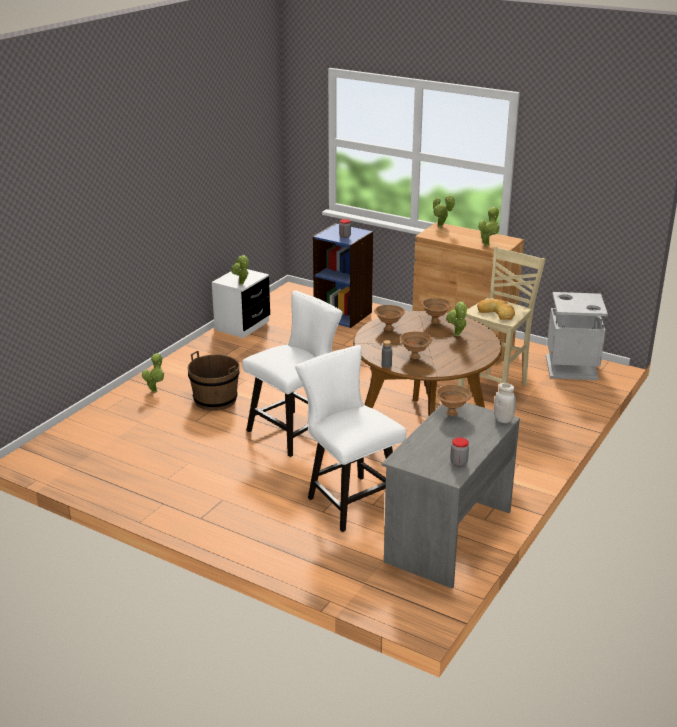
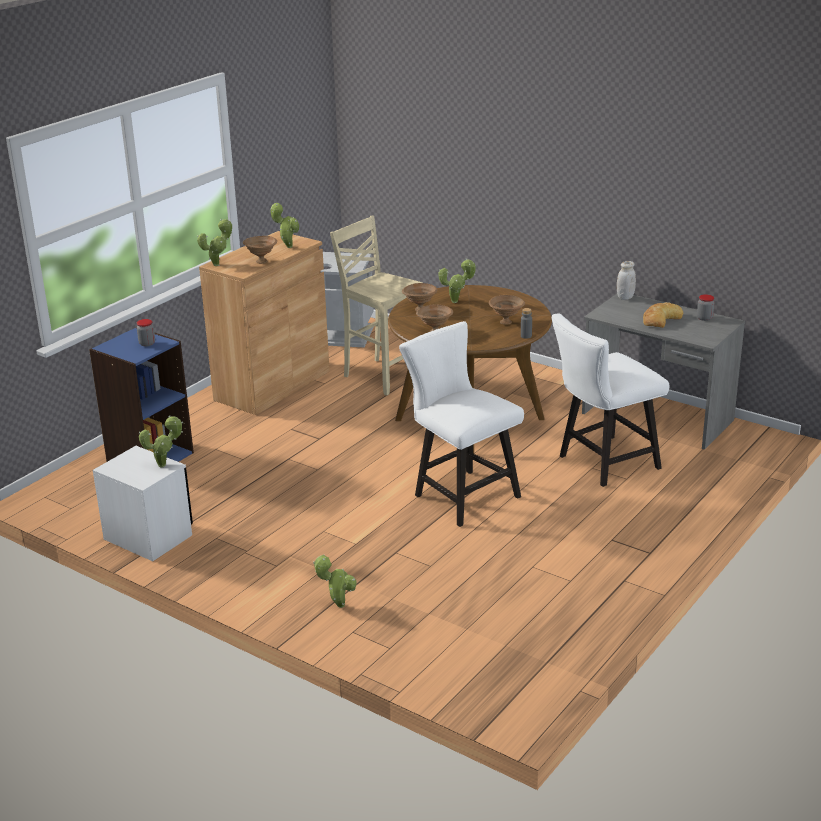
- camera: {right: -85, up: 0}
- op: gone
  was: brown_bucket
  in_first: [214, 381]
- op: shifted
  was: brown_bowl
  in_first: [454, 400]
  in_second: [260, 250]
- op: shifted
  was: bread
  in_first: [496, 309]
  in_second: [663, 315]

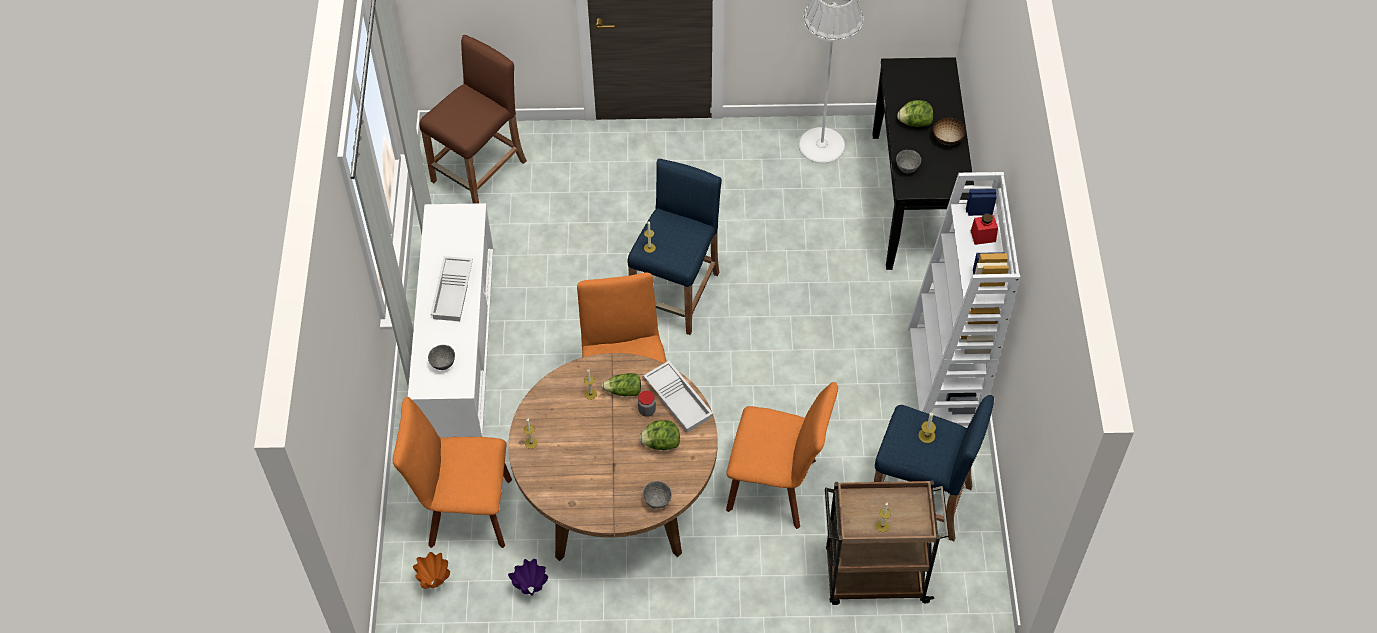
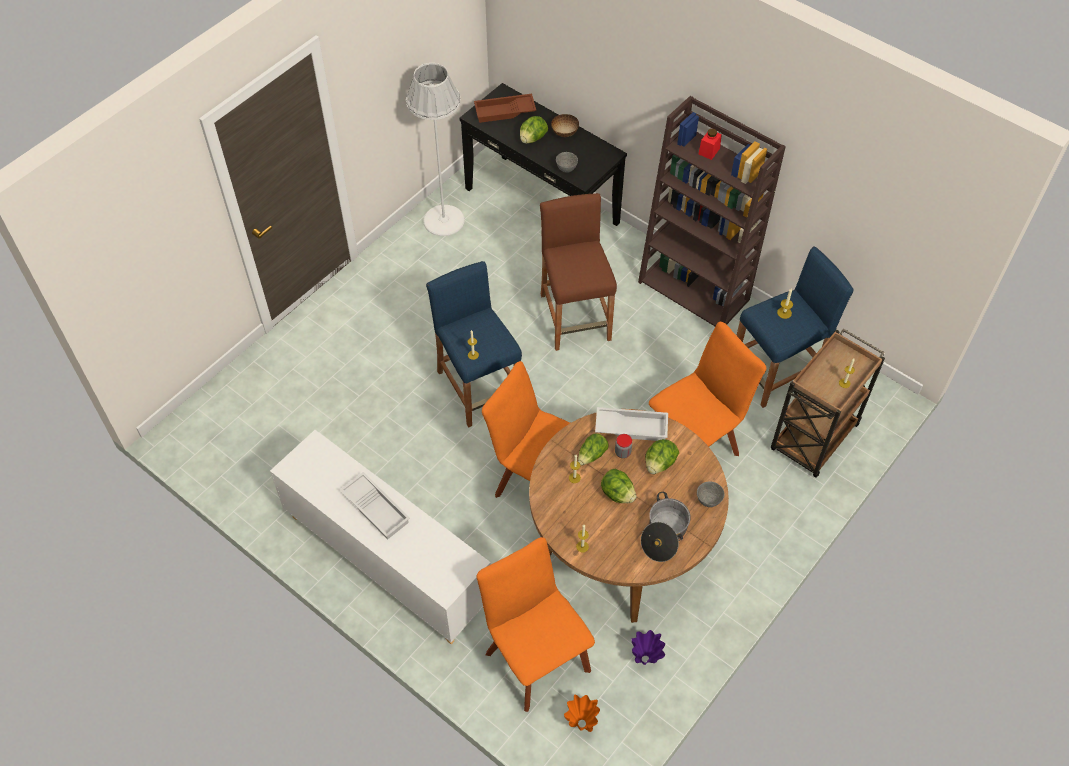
- camera: {right: -50, up: 0}
- op: gone
  was: grey_bowl
  in_first: [441, 357]
- op: new
  now: brown_tray
  in_second: [505, 108]
- op: new
  now: lettuce
  in_second: [618, 486]
- op: new
  now: cooking_pot
  in_second: [666, 527]
- op: shifted
  was: brown_stool
  in_first: [473, 119]
  in_second: [578, 272]
- op: repainted
  was: white_bookcase
  now: brown_bookcase
  in_first: [964, 299]
  in_second: [712, 211]
- op: rotated
  was: orange_chair
  in_first: [452, 472]
  in_second: [536, 624]
  clockwise: 105

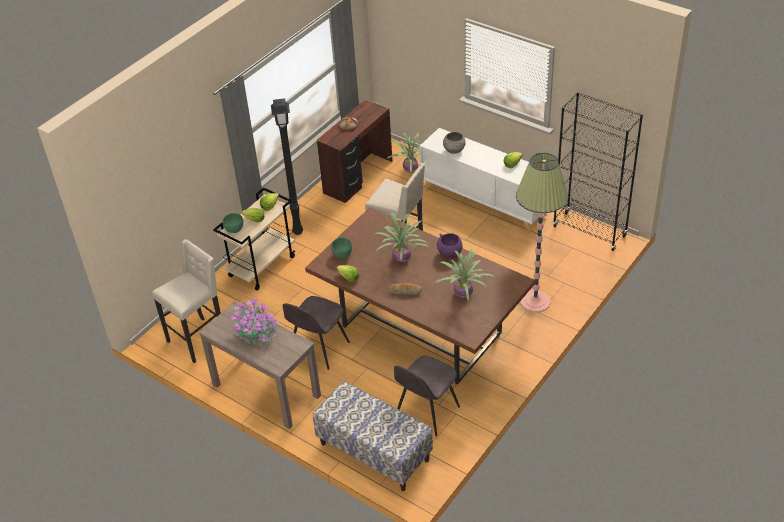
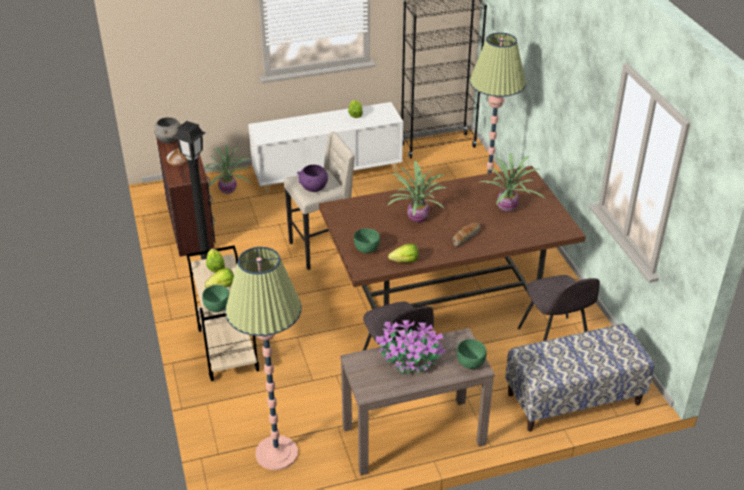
- camera: {right: -55, up: -5}
- op: new
  now: green_bowl
  in_second: [472, 354]
- op: shifted
  was: purple_bowl
  in_first: [449, 245]
  in_second: [312, 178]
- op: shifted
  was: grey_bowl
  in_first: [454, 143]
  in_second: [167, 130]
- op: swapped
  was: beige_stool
  now: floor_lamp
  in_first: [186, 301]
  in_second: [263, 358]

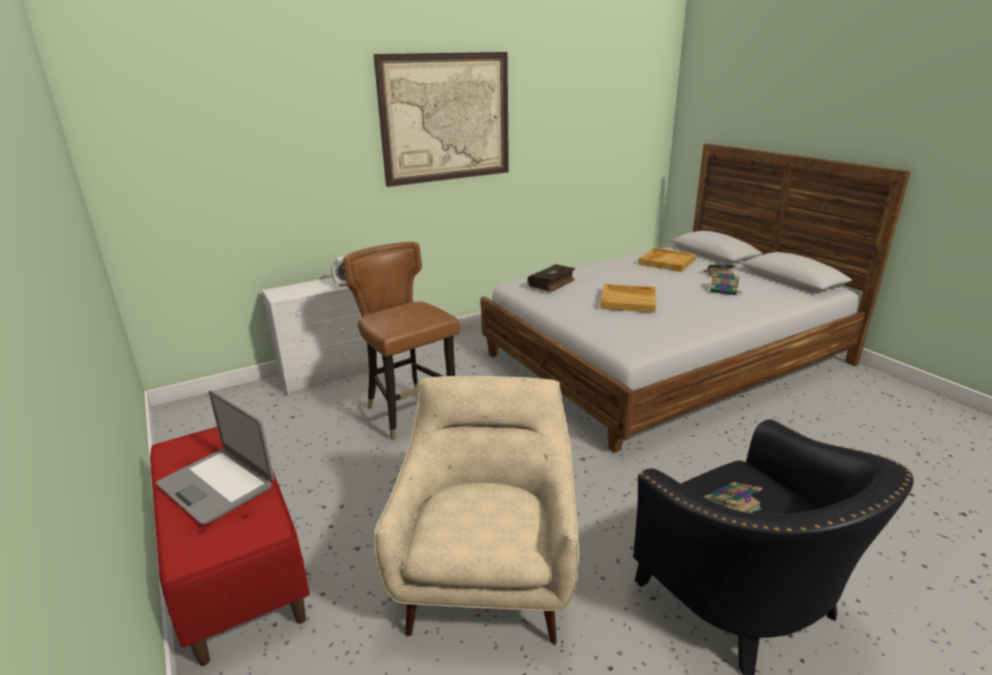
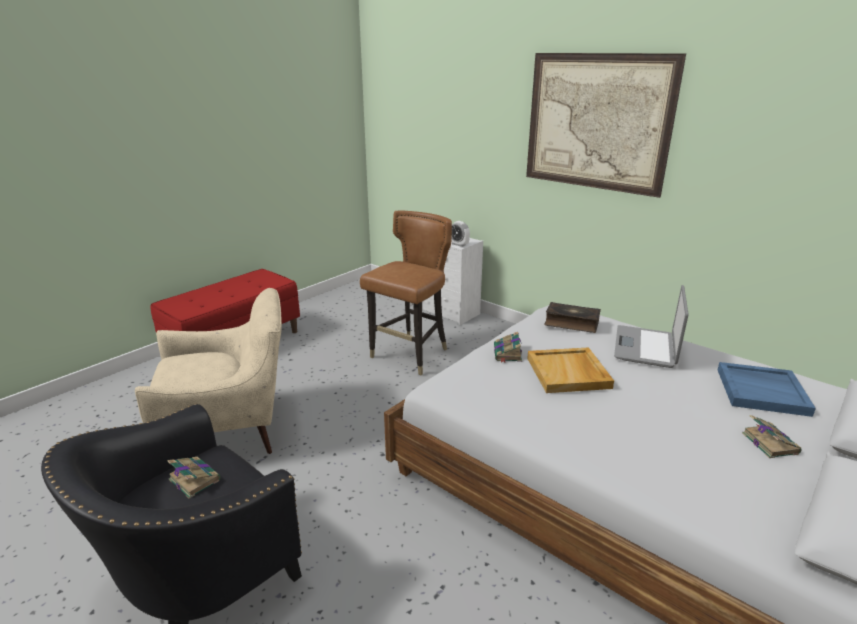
- camera: {right: 70, up: 0}
- op: shifted
  was: laptop
  in_first: [215, 457]
  in_second: [651, 326]
- op: shifted
  was: book
  in_first: [726, 284]
  in_second: [508, 347]
- op: repainted
  was: beige_tray
  now: blue_tray
  in_first: [667, 260]
  in_second: [767, 389]

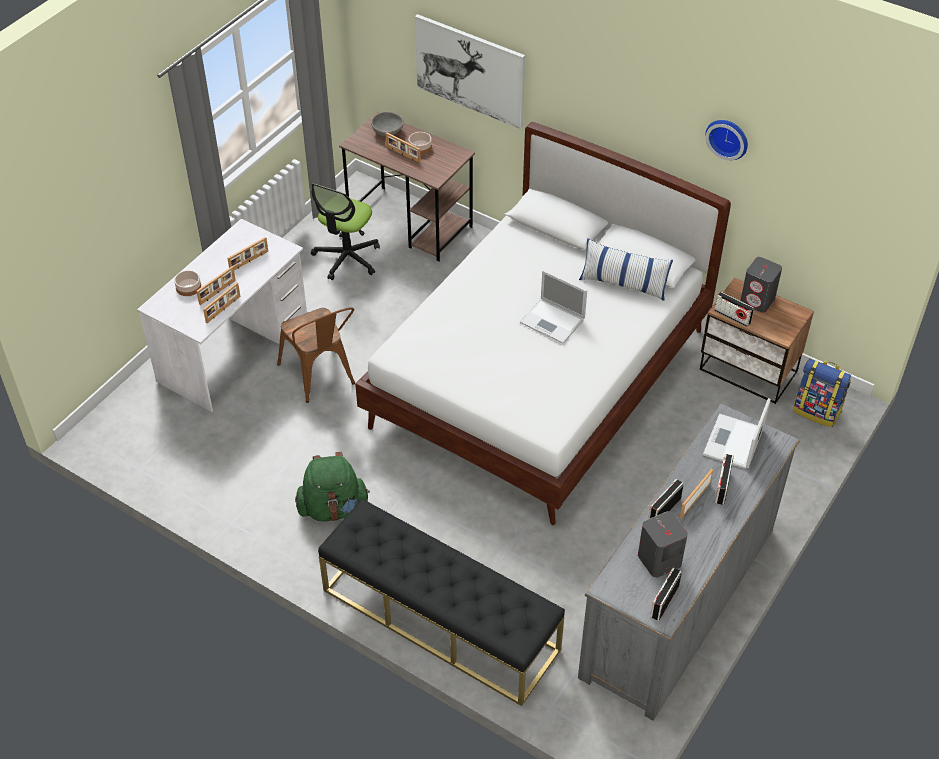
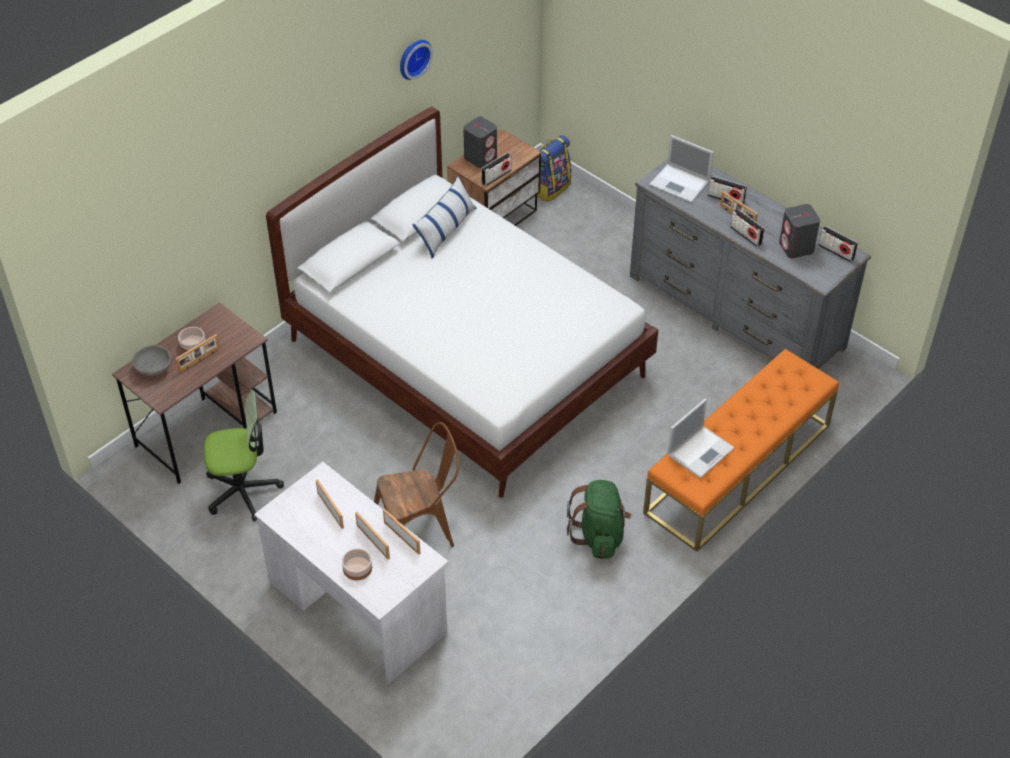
- camera: {right: -80, up: 0}
- op: gone
  was: picture
  in_first: [470, 71]
- op: shifted
  was: laptop
  in_first: [553, 307]
  in_second: [701, 438]
- op: repainted
  was: black_bench
  now: orange_bench
  in_first: [441, 602]
  in_second: [741, 450]
- op: rotated
  was: office_chair
  in_first: [345, 231]
  in_second: [244, 456]
  clockwise: -45

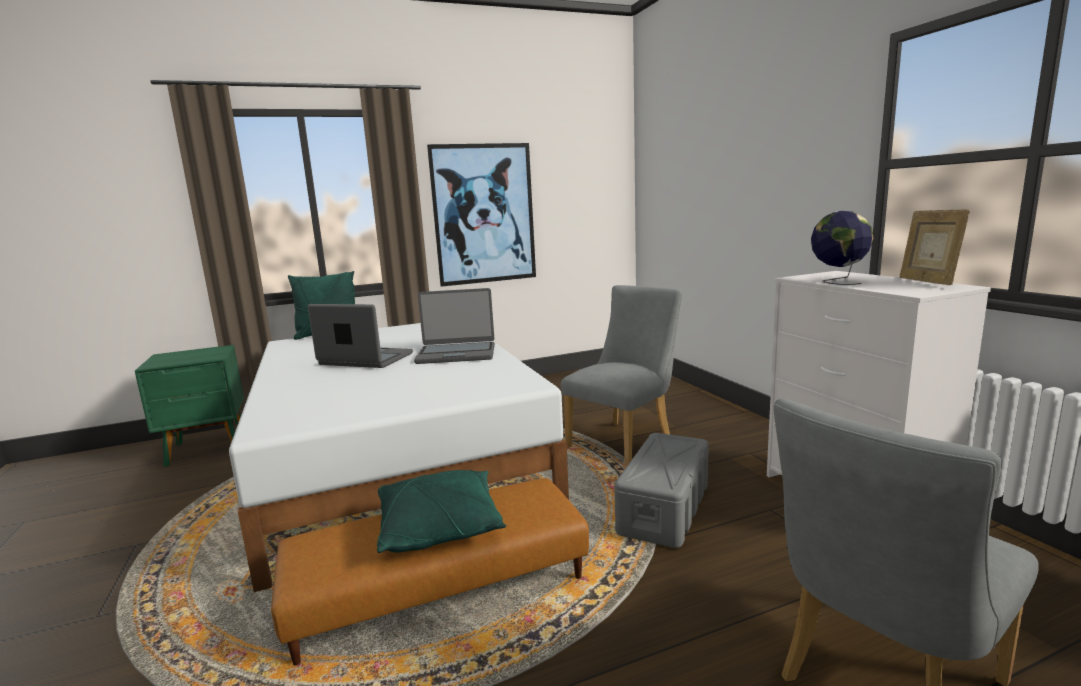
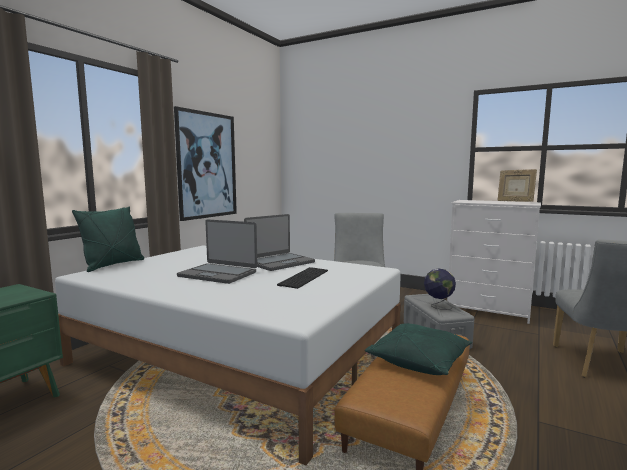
- camera: {right: -40, up: -5}
- op: new
  now: keyboard
  in_second: [302, 278]
- op: shifted
  was: globe
  in_first: [842, 248]
  in_second: [440, 289]
- op: rotated
  was: laptop
  in_first: [360, 336]
  in_second: [217, 251]
  clockwise: -135

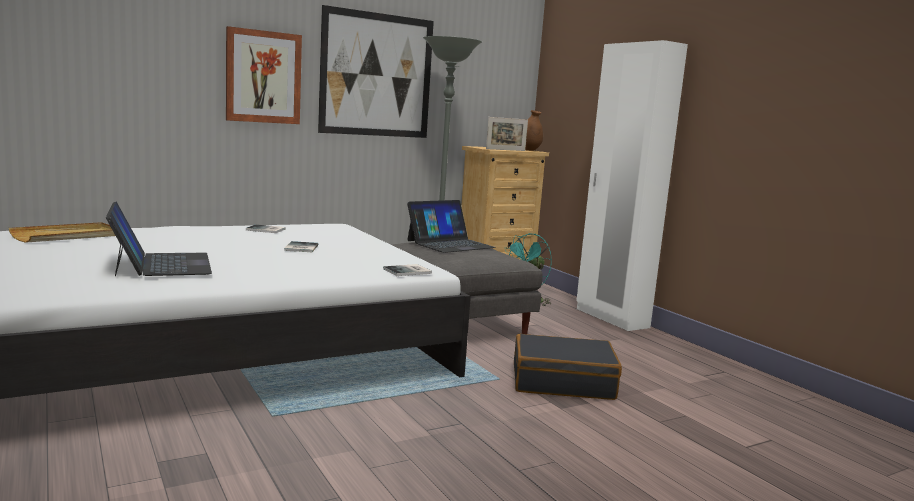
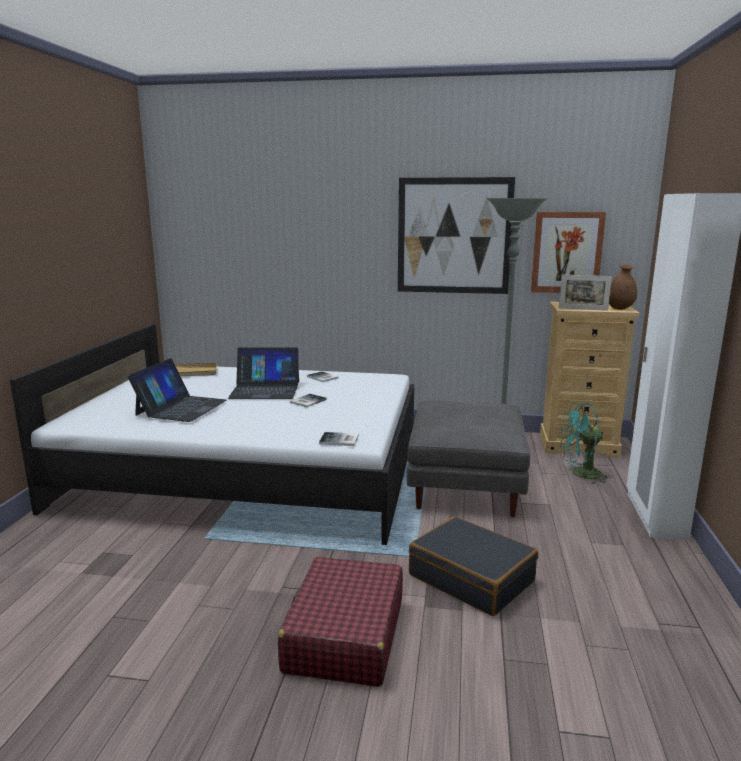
- camera: {right: 40, up: 5}
- op: new
  now: red_suitcase
  in_second: [340, 622]
- op: shifted
  was: picture
  in_first: [264, 75]
  in_second: [568, 252]
- op: shifted
  was: laptop
  in_first: [451, 226]
  in_second: [263, 373]

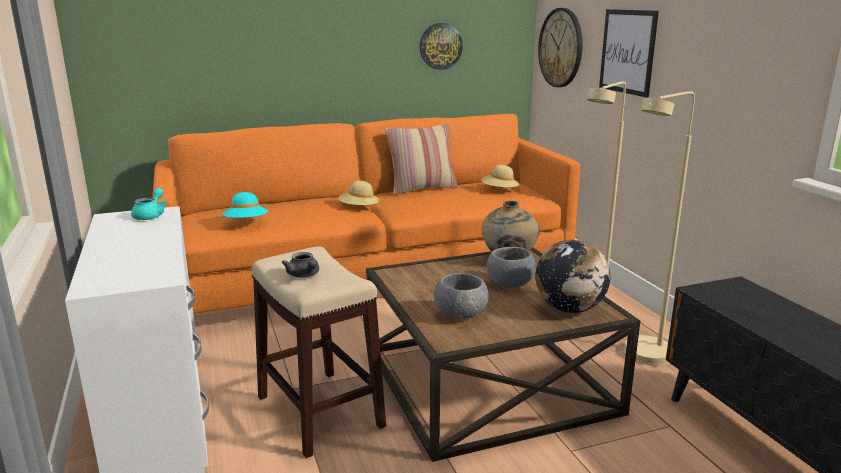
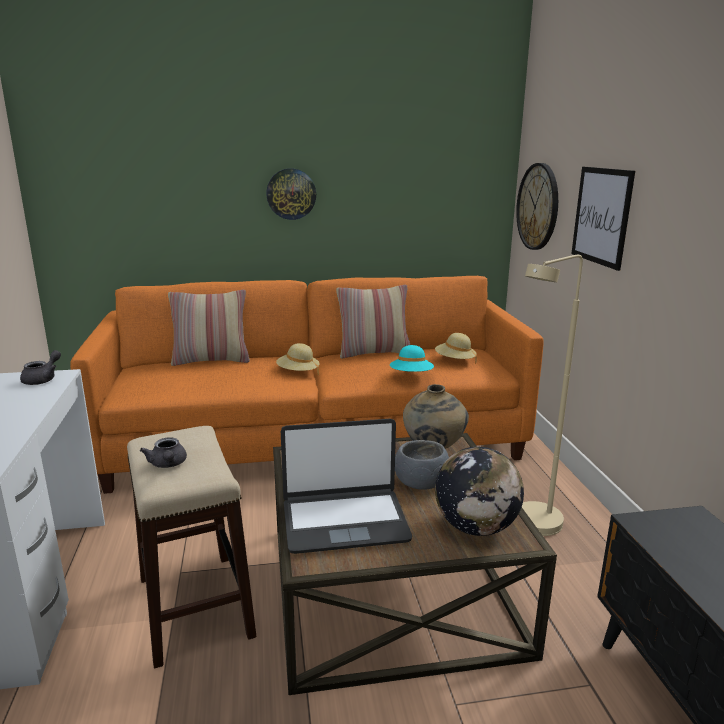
- camera: {right: 10, up: 0}
- op: gone
  was: beige_floor_lamp
  in_first: [659, 228]
- op: new
  now: pillow
  in_second: [209, 328]
- op: shifted
  was: turquoise_hat
  in_first: [245, 205]
  in_second: [412, 358]
- op: shifted
  was: wall_clock
  in_first: [441, 46]
  in_second: [291, 194]
- op: swapped
  was: grey_bowl
  now: laptop
  in_first: [461, 296]
  in_second: [346, 486]
- op: repainted
  was: turquoise_teapot
  now: grey_teapot
  in_first: [149, 204]
  in_second: [40, 367]

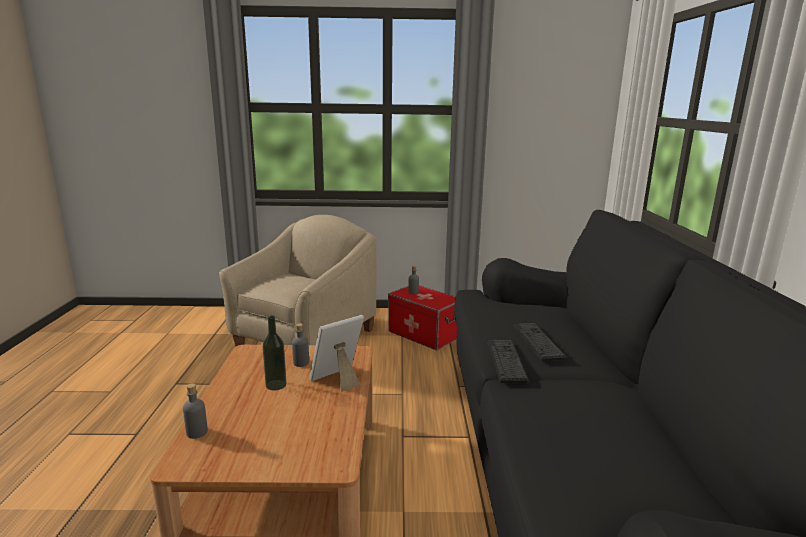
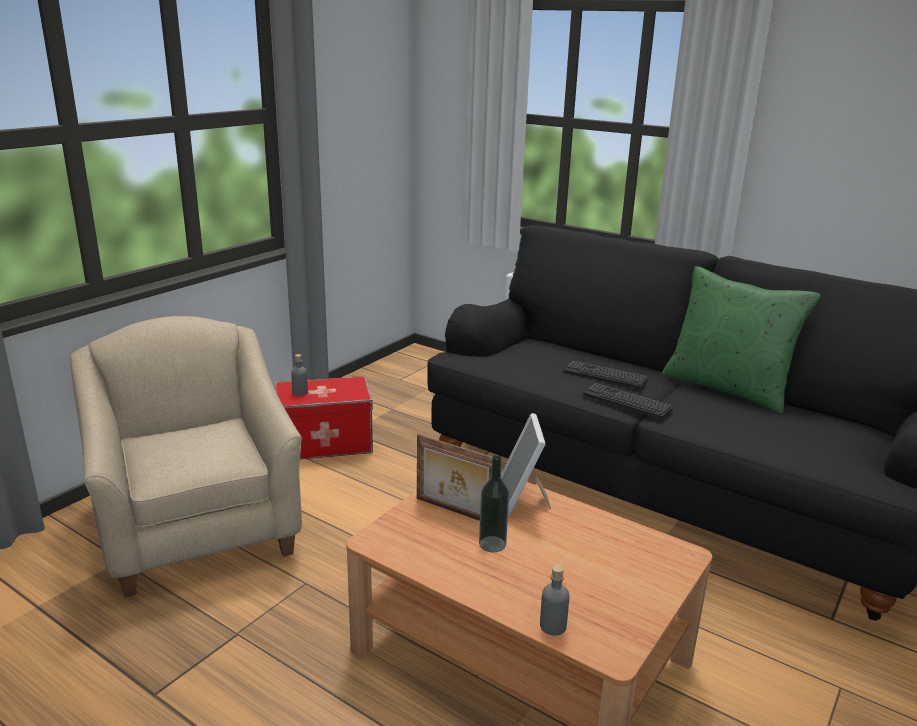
- camera: {right: -55, up: 5}
- op: new
  now: green_pillow
  in_second: [741, 339]
- op: swapped
  was: grey_bottle
  now: picture_frame
  in_first: [300, 345]
  in_second: [454, 477]

